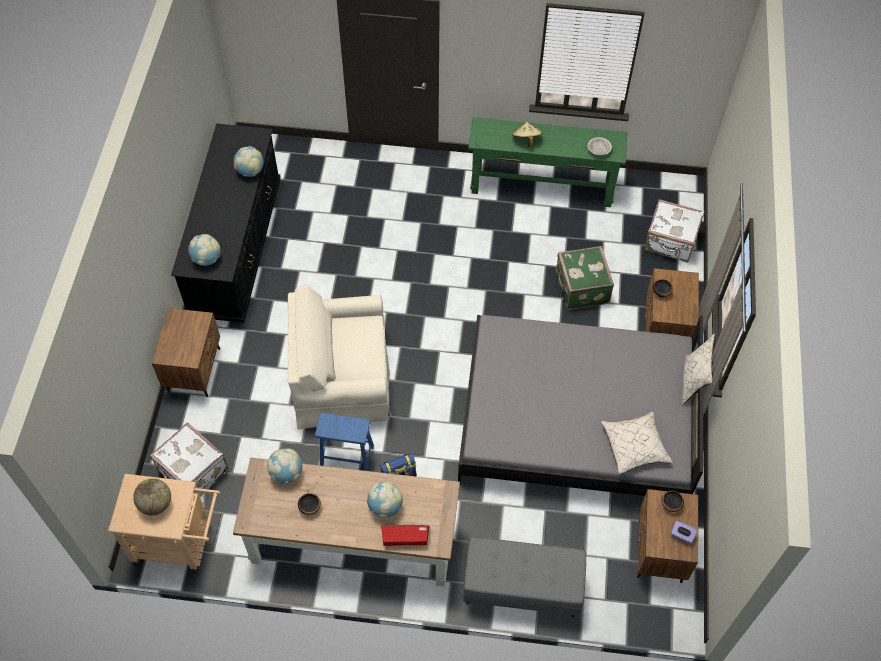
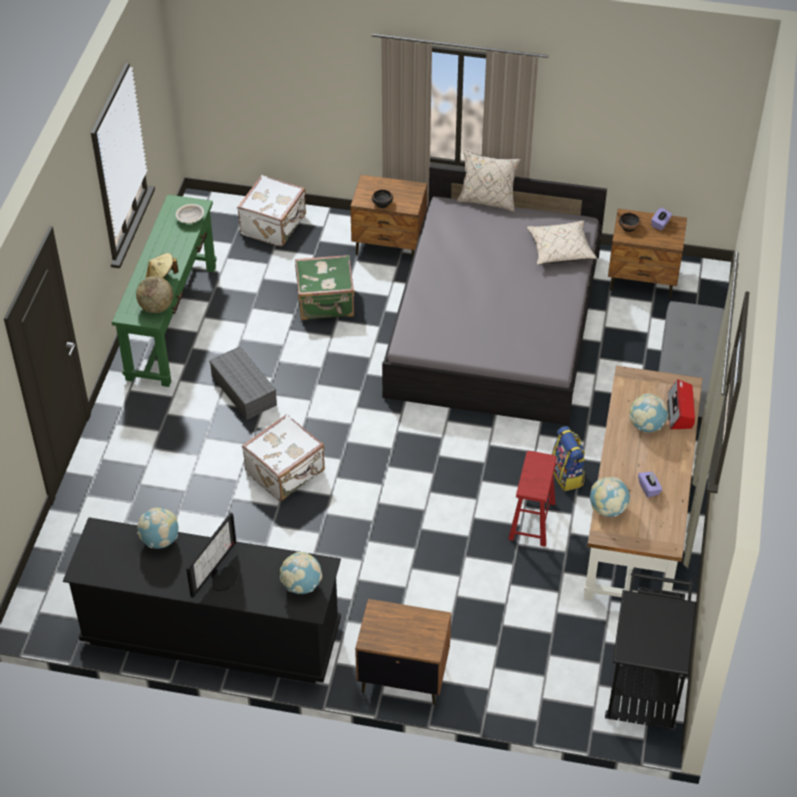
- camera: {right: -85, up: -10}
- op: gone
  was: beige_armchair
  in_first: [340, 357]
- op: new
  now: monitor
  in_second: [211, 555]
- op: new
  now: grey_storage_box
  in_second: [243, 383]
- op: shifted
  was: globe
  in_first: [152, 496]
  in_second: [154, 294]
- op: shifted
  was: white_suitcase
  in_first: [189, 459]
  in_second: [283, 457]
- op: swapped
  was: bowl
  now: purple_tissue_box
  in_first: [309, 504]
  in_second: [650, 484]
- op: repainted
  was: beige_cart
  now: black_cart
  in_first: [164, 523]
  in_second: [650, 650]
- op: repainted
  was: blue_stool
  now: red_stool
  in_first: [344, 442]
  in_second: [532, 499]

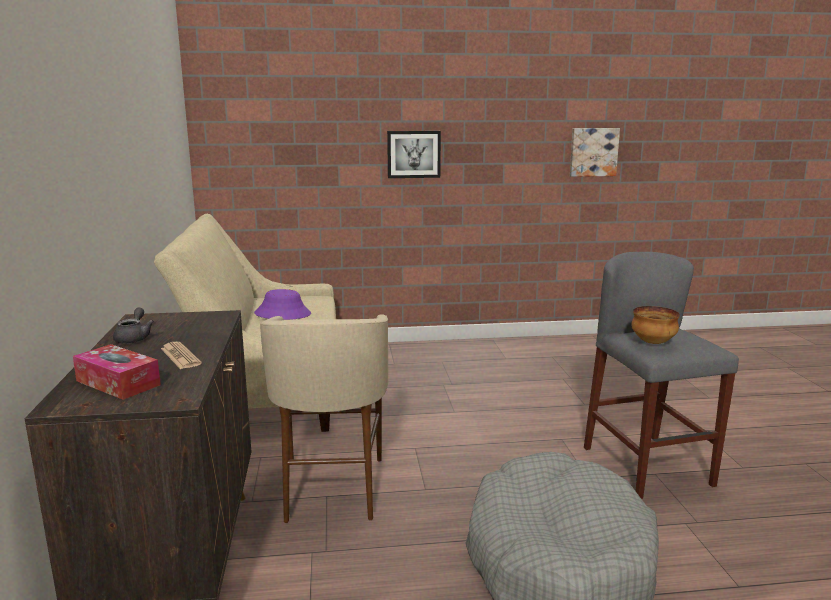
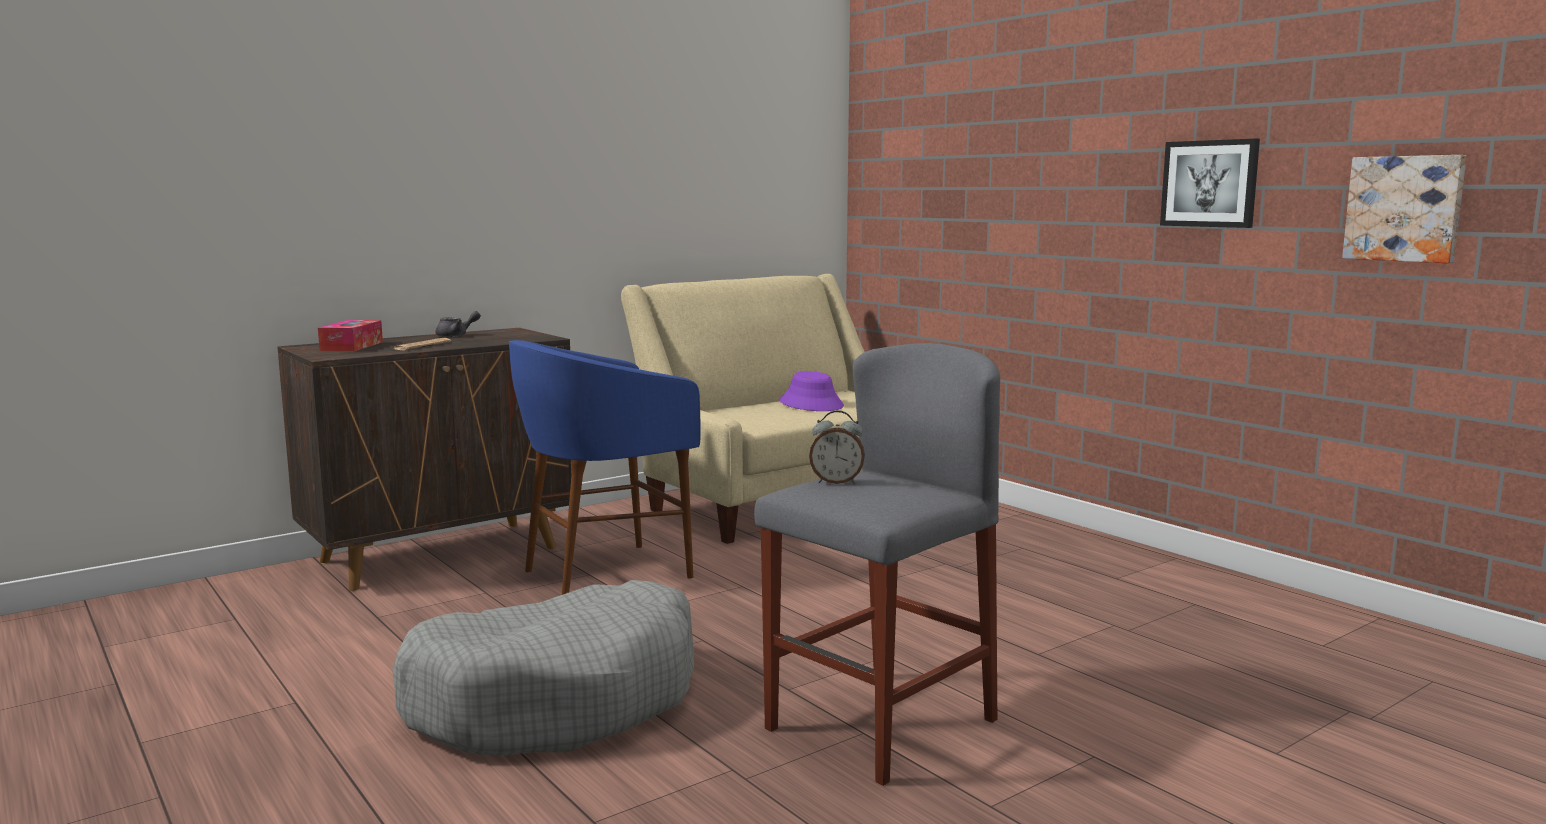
- camera: {right: 60, up: -5}
- op: shifted
  was: picture
  in_first: [414, 154]
  in_second: [1210, 183]
- op: swapped
  was: bowl
  now: alarm_clock
  in_first: [655, 325]
  in_second: [837, 447]
- op: repainted
  was: beige_stool
  now: blue_stool
  in_first: [324, 418]
  in_second: [605, 467]

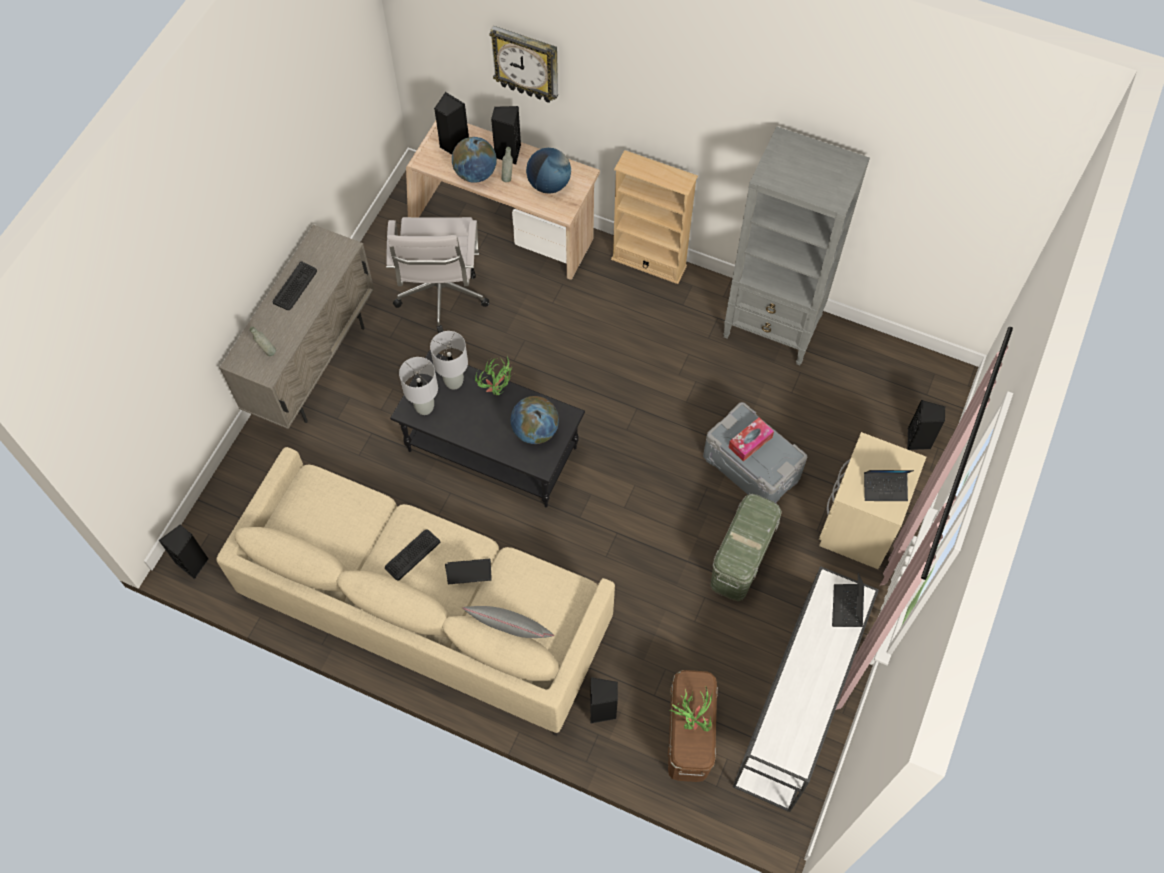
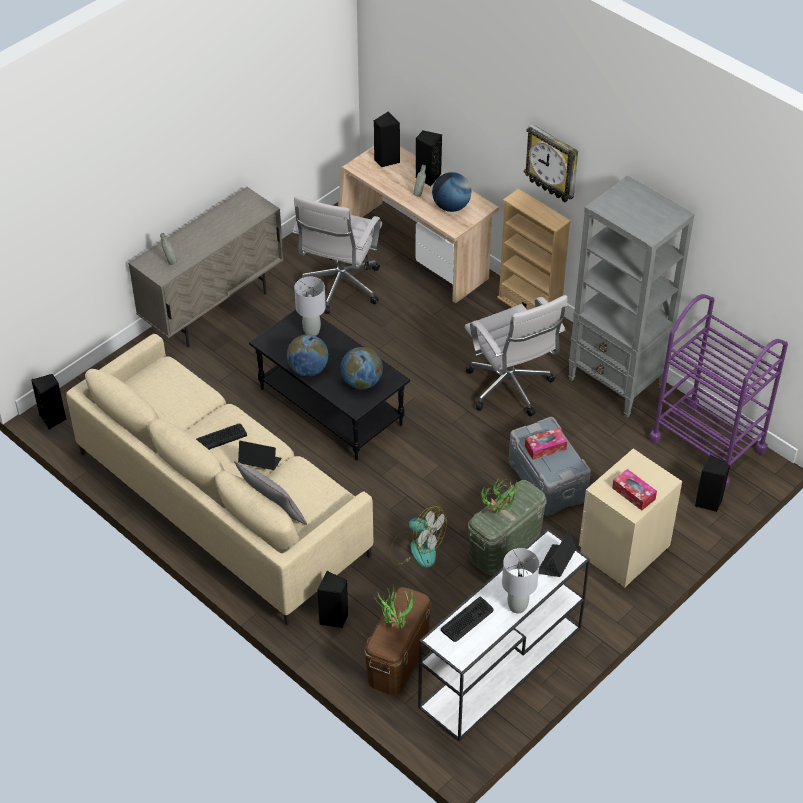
- camera: {right: 20, up: -15}
- op: new
  now: fan
  in_second: [418, 537]
- op: new
  now: white_office_chair
  in_second: [516, 355]
- op: new
  now: purple_cart
  in_second: [718, 391]
- op: shifted
  was: keyboard
  in_first: [294, 285]
  in_second: [467, 619]
- op: shifted
  was: grey_table_lamp
  in_first: [418, 386]
  in_second: [521, 580]
- op: shifted
  was: globe
  in_first: [474, 160]
  in_second: [308, 355]
- op: shifted
  was: potted_plant
  in_first: [494, 375]
  in_second: [499, 495]
- op: shifted
  was: wall_clock
  in_first: [524, 64]
  in_second: [551, 163]
- op: swapped
  was: laptop
  now: tissue_box
  in_first: [889, 485]
  in_second: [634, 490]

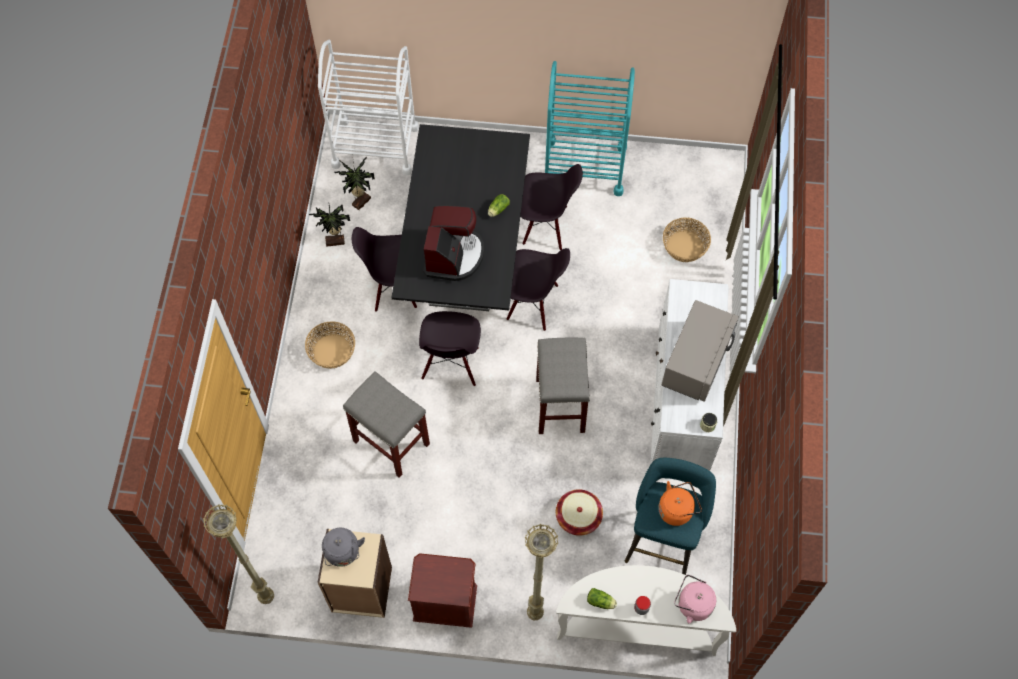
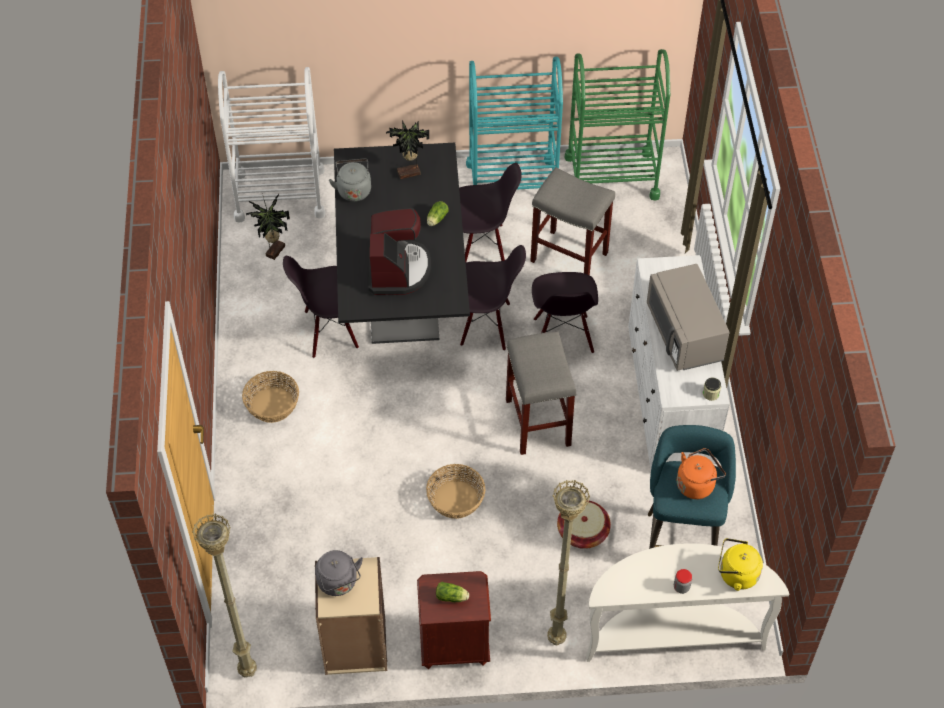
- camera: {right: -10, up: -10}
- op: new
  now: grey_kettle
  in_second: [350, 180]
- op: new
  now: green_cart
  in_second: [617, 125]
- op: shifted
  was: potted_plant
  in_first: [329, 226]
  in_second: [407, 149]
- op: shifted
  was: grey_stool
  in_first: [386, 424]
  in_second: [573, 221]
- op: shifted
  was: black_chair
  in_first: [450, 348]
  in_second: [565, 312]
- op: shifted
  was: lettuce
  in_first: [602, 598]
  in_second: [452, 592]
- op: shifted
  was: basket
  in_first: [687, 239]
  in_second: [456, 491]
- op: repainted
  was: pink_kettle
  now: yellow_kettle
  in_first: [695, 599]
  in_second: [740, 564]
- op: rotated
  was: grey_microwave
  in_first: [700, 351]
  in_second: [688, 317]
  clockwise: 150

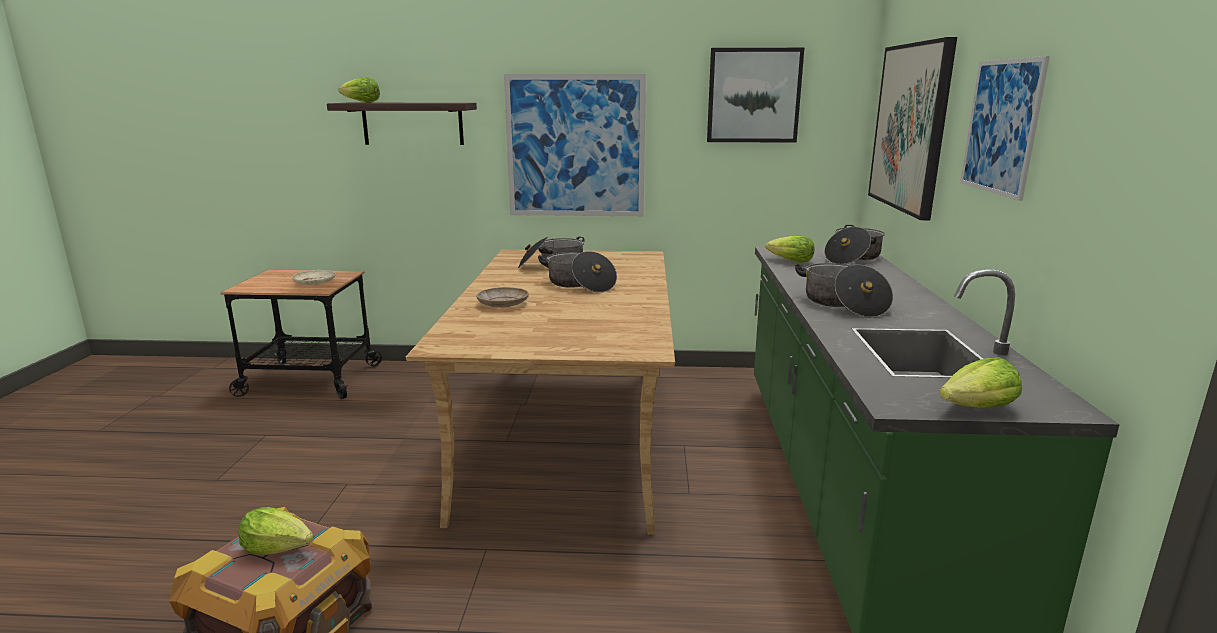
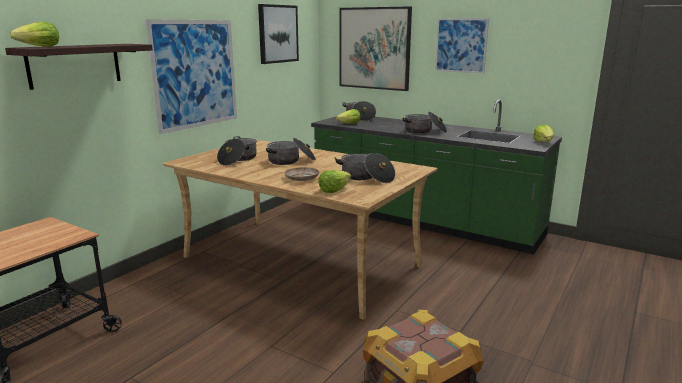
- camera: {right: -60, up: 0}
- op: gone
  was: beige_plate
  in_first: [313, 277]
- op: new
  now: cooking_pot
  in_second: [365, 168]
- op: shifted
  was: lettuce
  in_first: [275, 531]
  in_second: [335, 181]

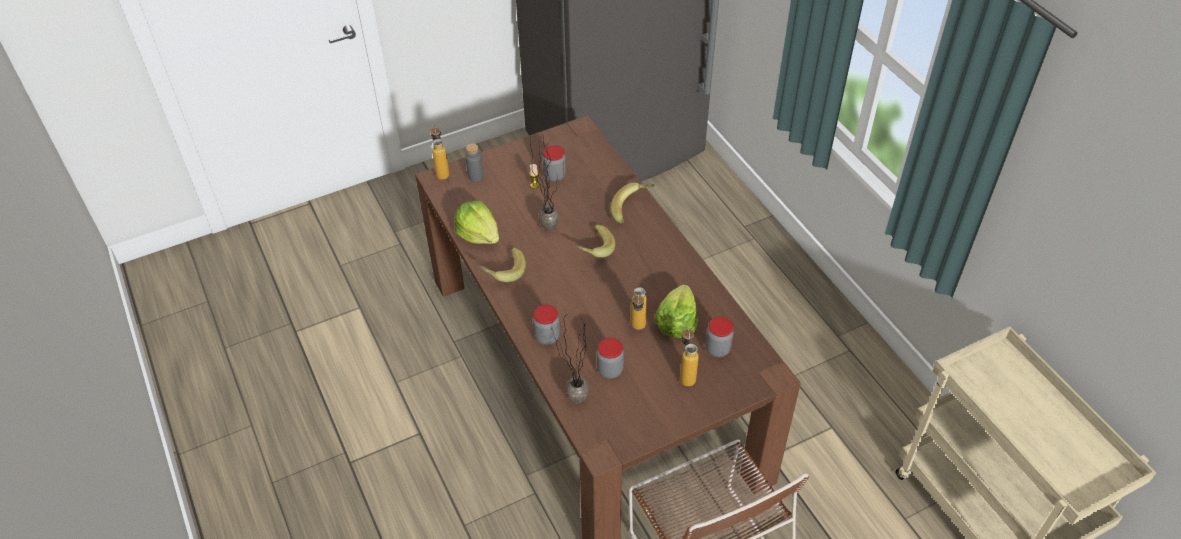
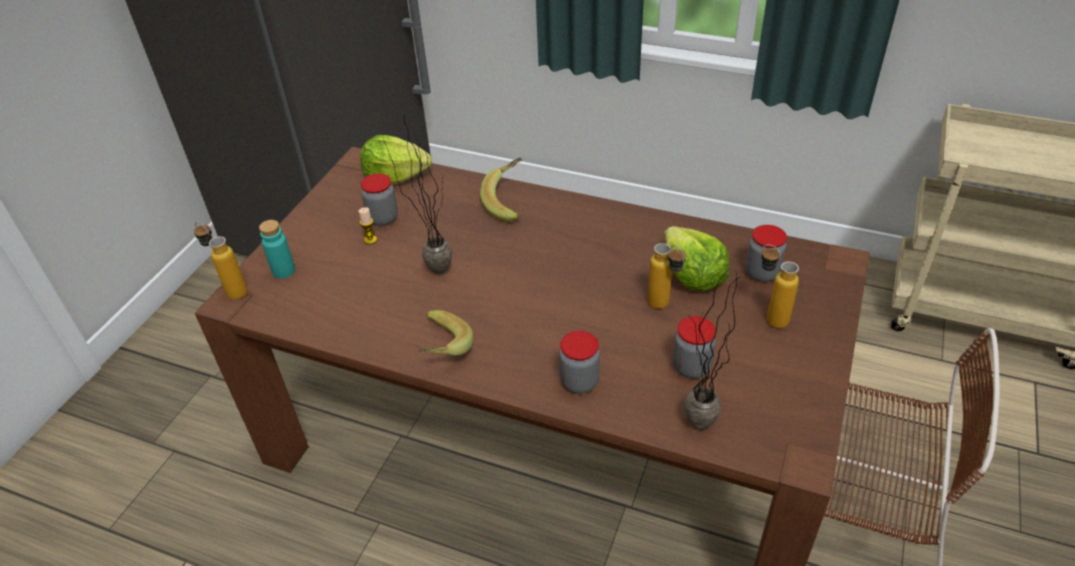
- camera: {right: -40, up: -5}
- op: gone
  was: banana
  in_first: [595, 241]
- op: shifted
  was: lettuce
  in_first: [476, 222]
  in_second: [396, 160]
- op: repainted
  was: grey_bottle
  now: turquoise_bottle
  in_first: [474, 162]
  in_second: [277, 249]

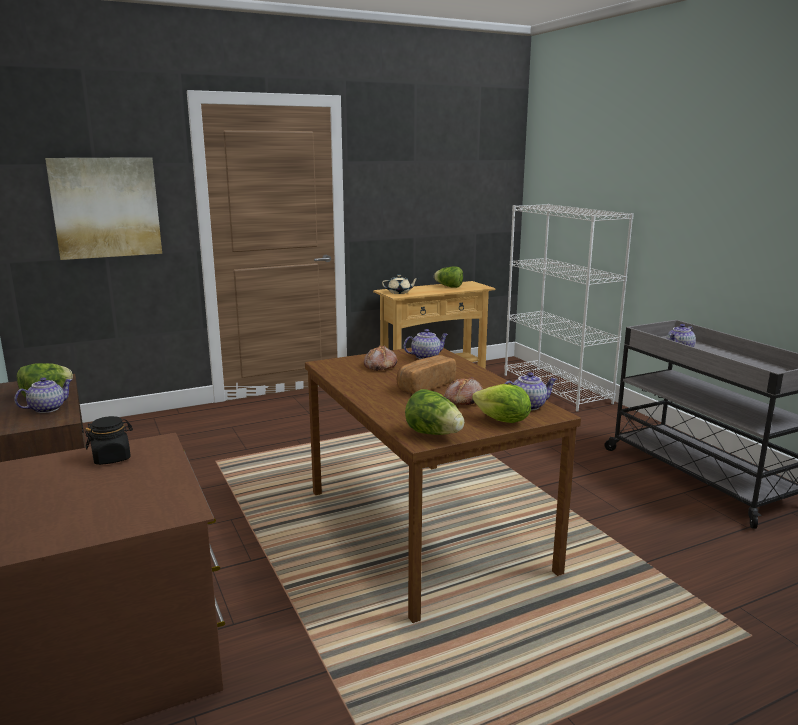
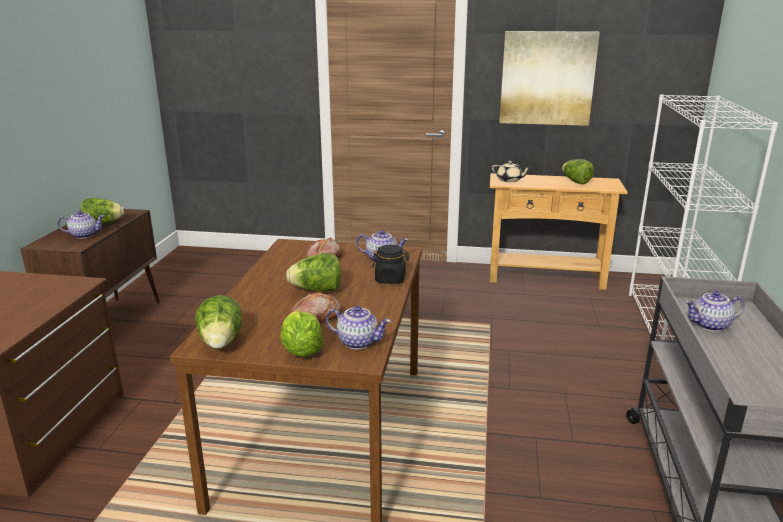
- camera: {right: 35, up: 5}
- op: shifted
  was: picture
  in_first: [103, 208]
  in_second: [549, 78]
- op: shifted
  was: black_jar
  in_first: [109, 440]
  in_second: [391, 264]
- op: swapped
  was: bread
  now: lettuce
  in_first: [426, 374]
  in_second: [313, 272]

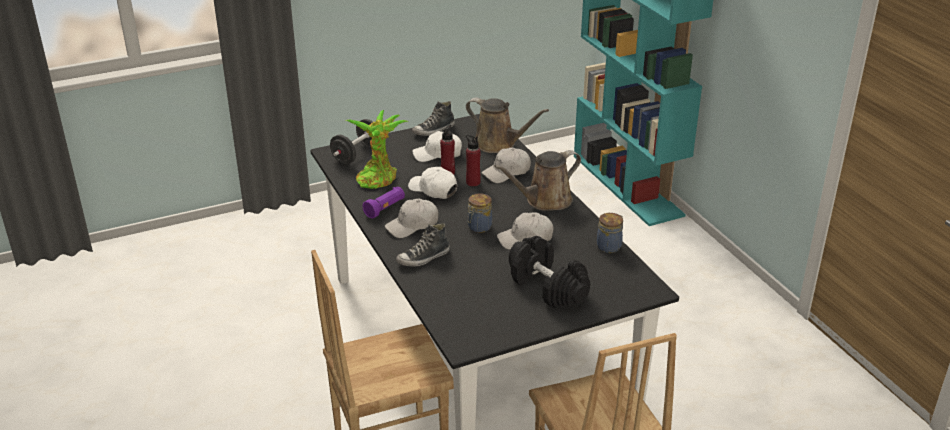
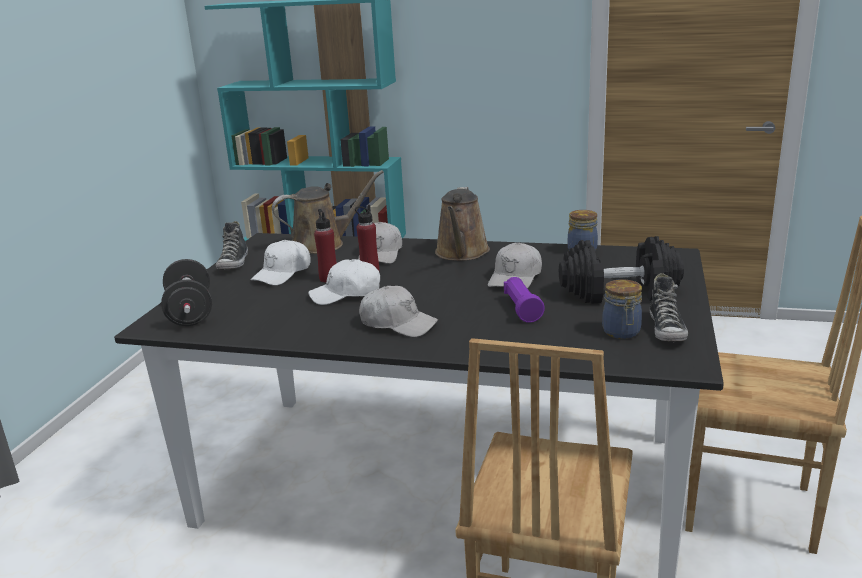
- camera: {right: -50, up: -10}
- op: gone
  was: potted_plant
  in_first: [377, 149]
- op: shifted
  was: purple_flashlight
  in_first: [384, 202]
  in_second: [524, 300]
- op: shifted
  was: shoe
  in_first: [423, 245]
  in_second: [669, 307]
- op: shifted
  was: jar
  in_first: [480, 213]
  in_second: [622, 309]
- op: rotated
  was: white_cap
  in_first: [411, 218]
  in_second: [398, 311]
  clockwise: -75

